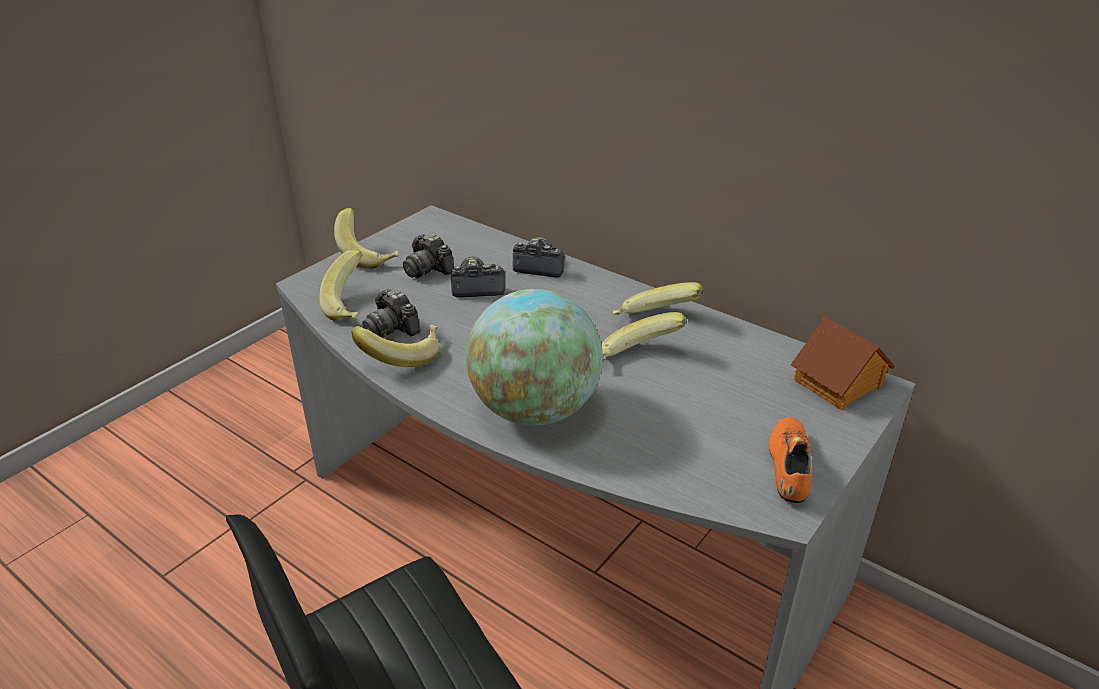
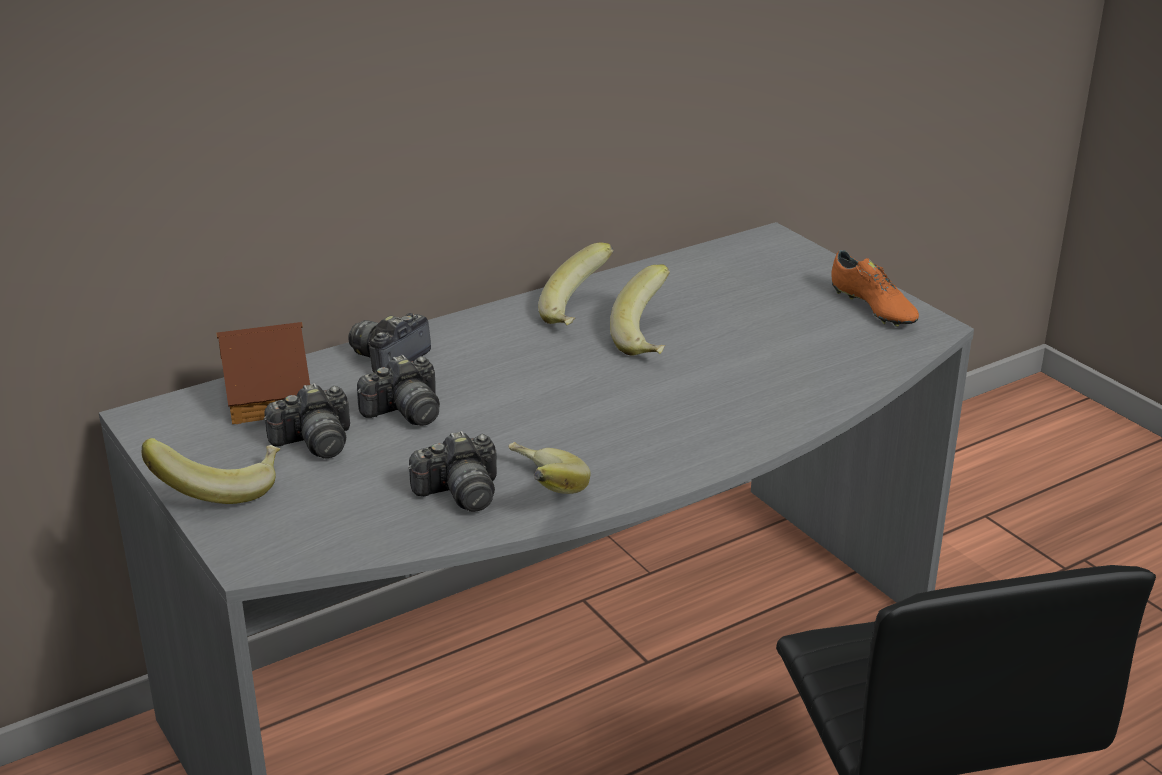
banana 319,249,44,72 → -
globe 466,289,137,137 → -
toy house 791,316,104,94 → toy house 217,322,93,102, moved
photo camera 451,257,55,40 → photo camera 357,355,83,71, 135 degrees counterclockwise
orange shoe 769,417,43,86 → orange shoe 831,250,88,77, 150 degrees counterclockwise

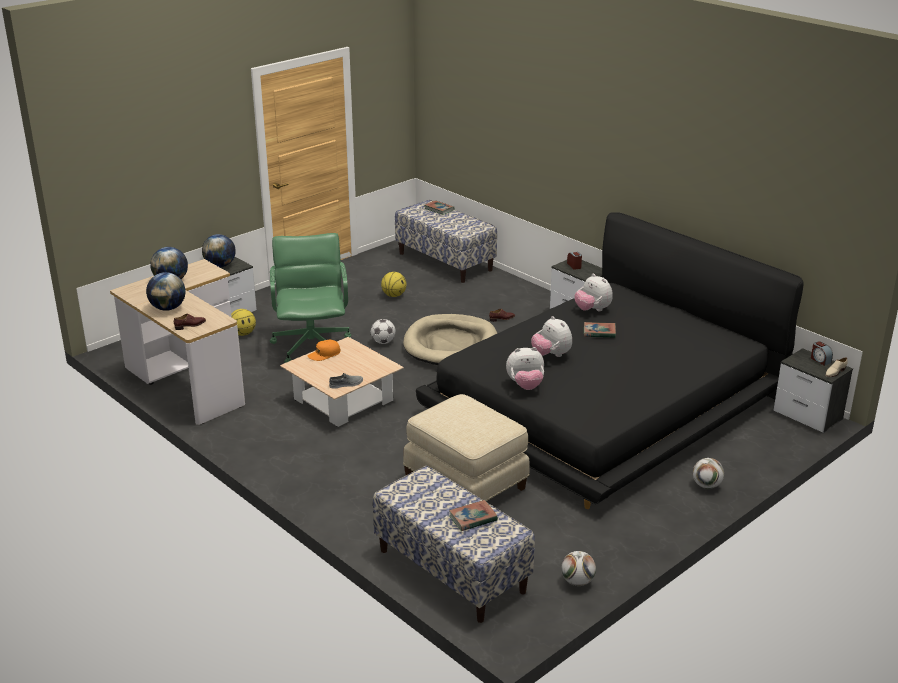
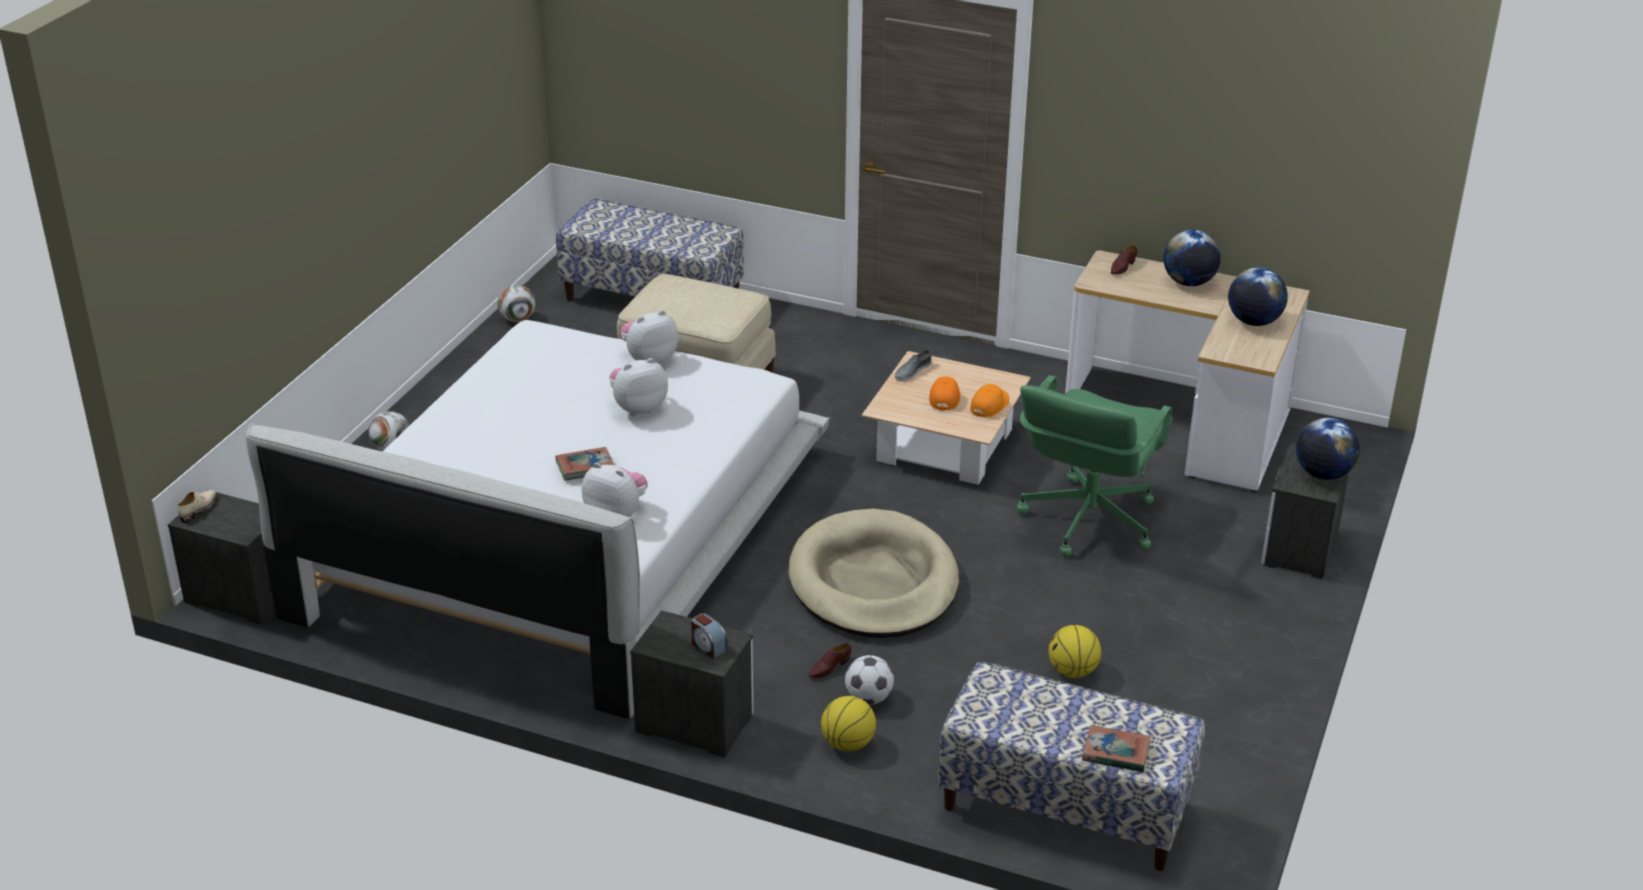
book 449,500,49,31 → -
alarm clock 811,341,22,25 → -
- → orange cap 929,376,31,35
basketball 231,309,25,27 → basketball 821,696,55,55, moved
football 371,319,25,25 → football 845,655,49,50, moved
black bed 416,212,388,297 → white bed 246,320,584,399
green office chair 270,233,81,130 → green office chair 1017,375,155,182, 60 degrees clockwise
plush toy 531,316,41,41 → plush toy 609,358,59,58, 60 degrees counterclockwise

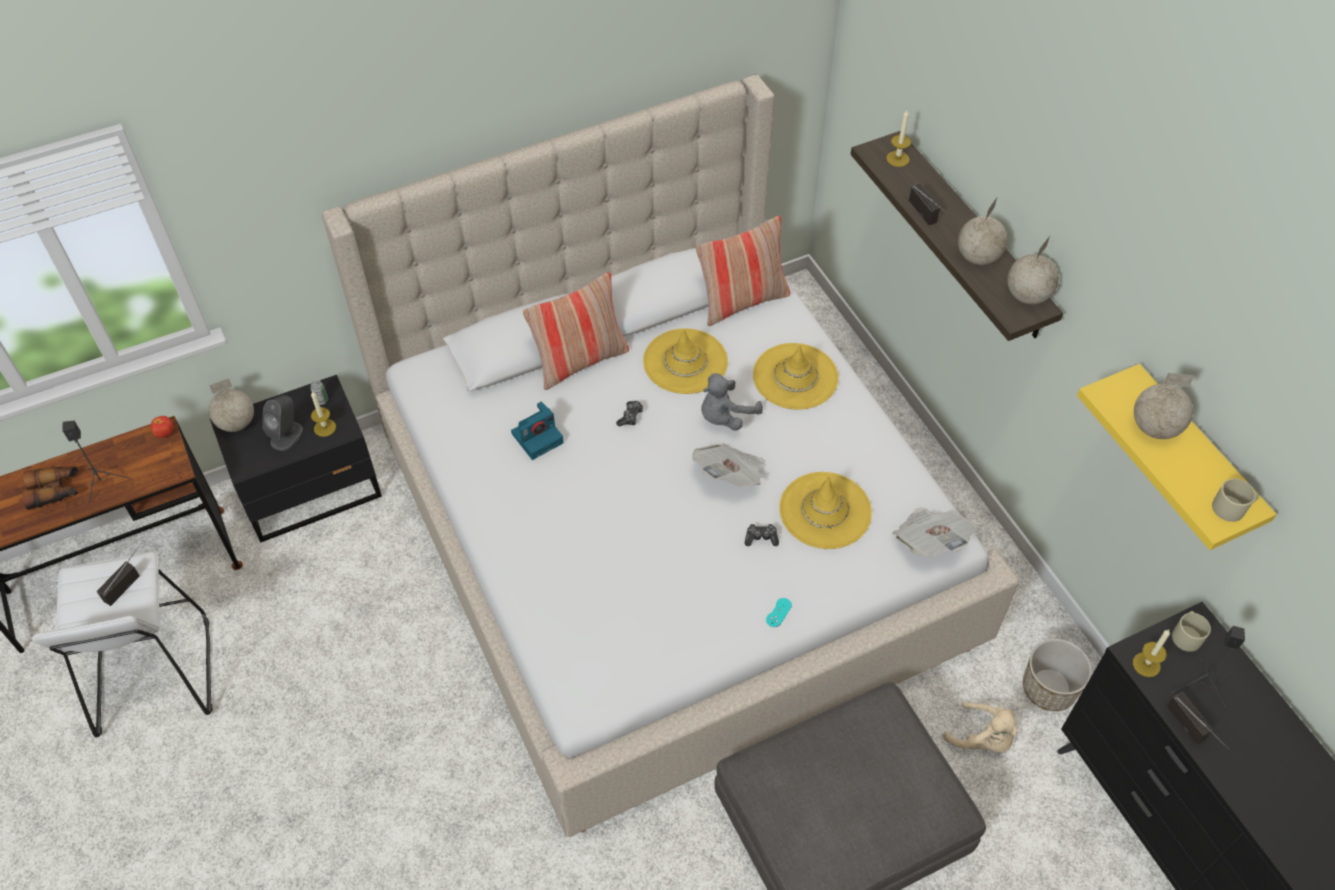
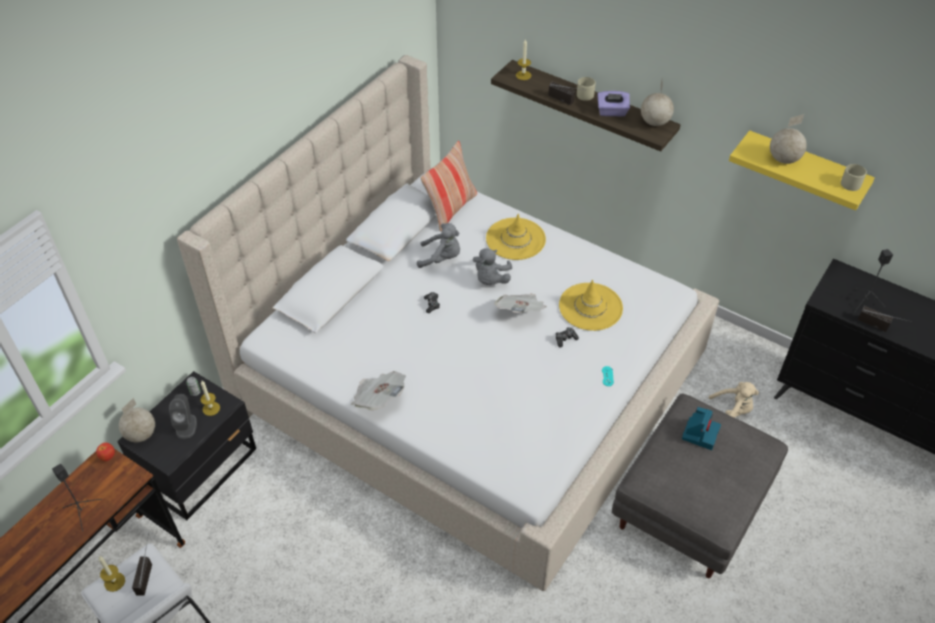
binoculars 23,467,55,43 → -
pillow 523,272,106,118 → -
planter 1023,639,69,72 → -
photo camera 511,402,53,58 → photo camera 682,407,39,43, moved
newspaper 892,507,85,50 → newspaper 351,371,55,39, moved
candle 1133,630,37,47 → candle 98,556,27,36, moved
beige mug 1172,611,39,41 → beige mug 577,77,19,24, moved
yellow hat 643,328,85,66 → grey plush toy 417,223,43,45
globe 958,198,50,67 → purple tissue box 597,91,33,25

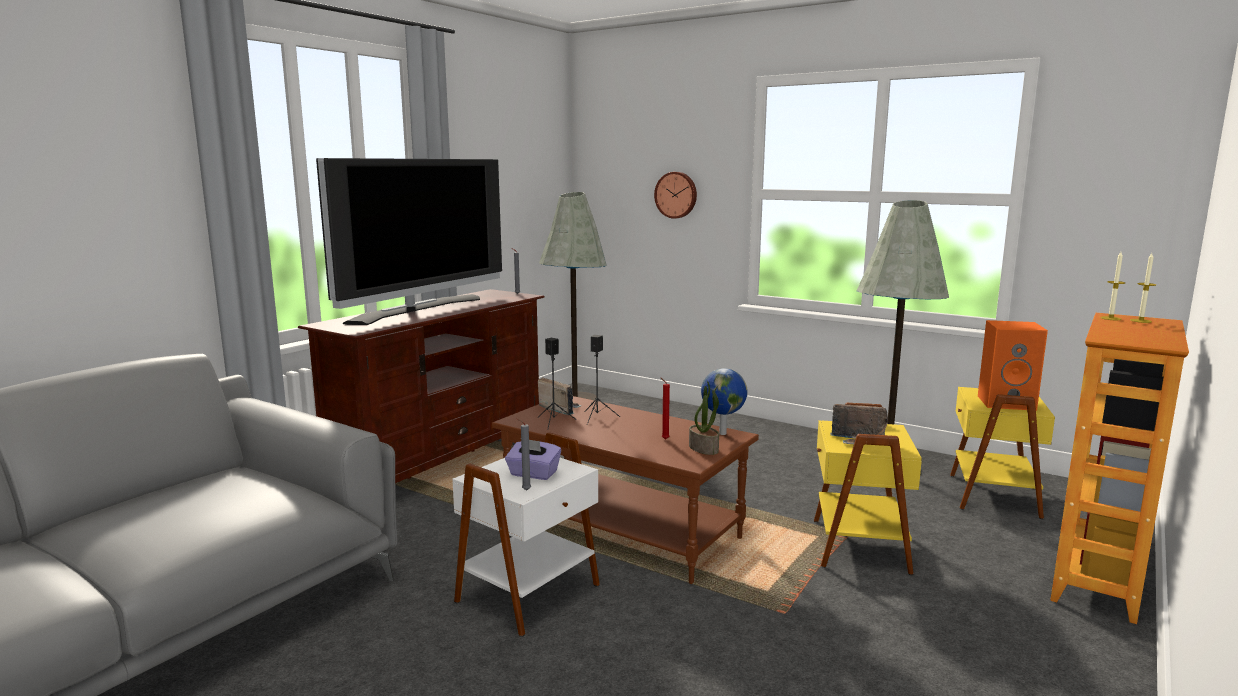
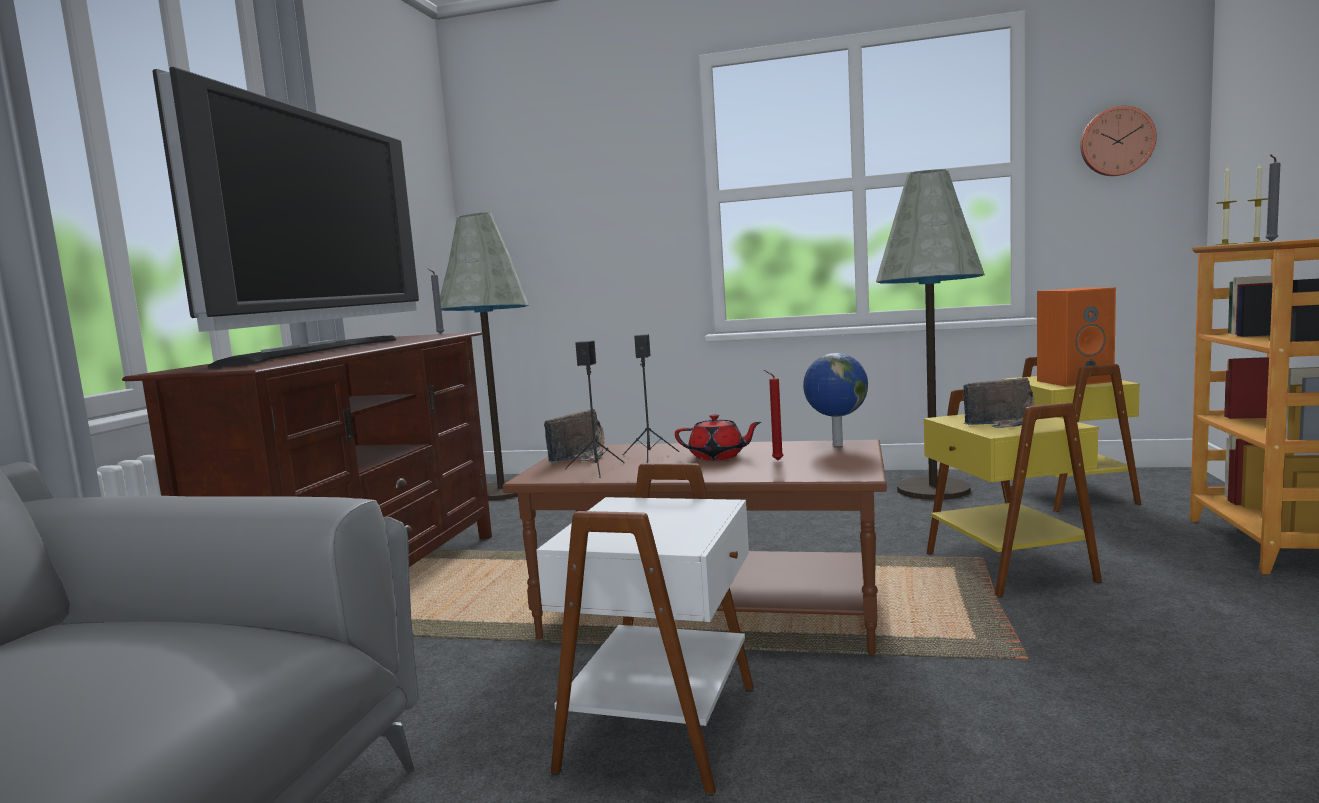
purple tissue box 505,440,56,40 → -
potted plant 689,381,31,74 → -
- → red teapot 675,414,87,46
grey candle 516,418,15,73 → grey candle 1265,154,16,88, moved
wall clock 654,172,43,47 → wall clock 1080,106,77,70, moved
radio 538,377,44,38 → radio 544,409,61,54, 105 degrees clockwise

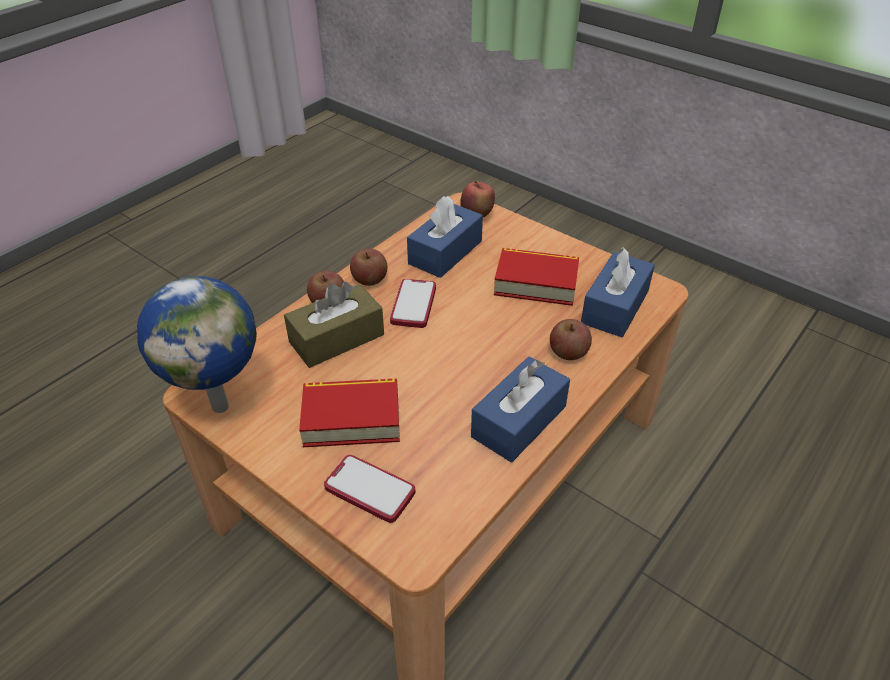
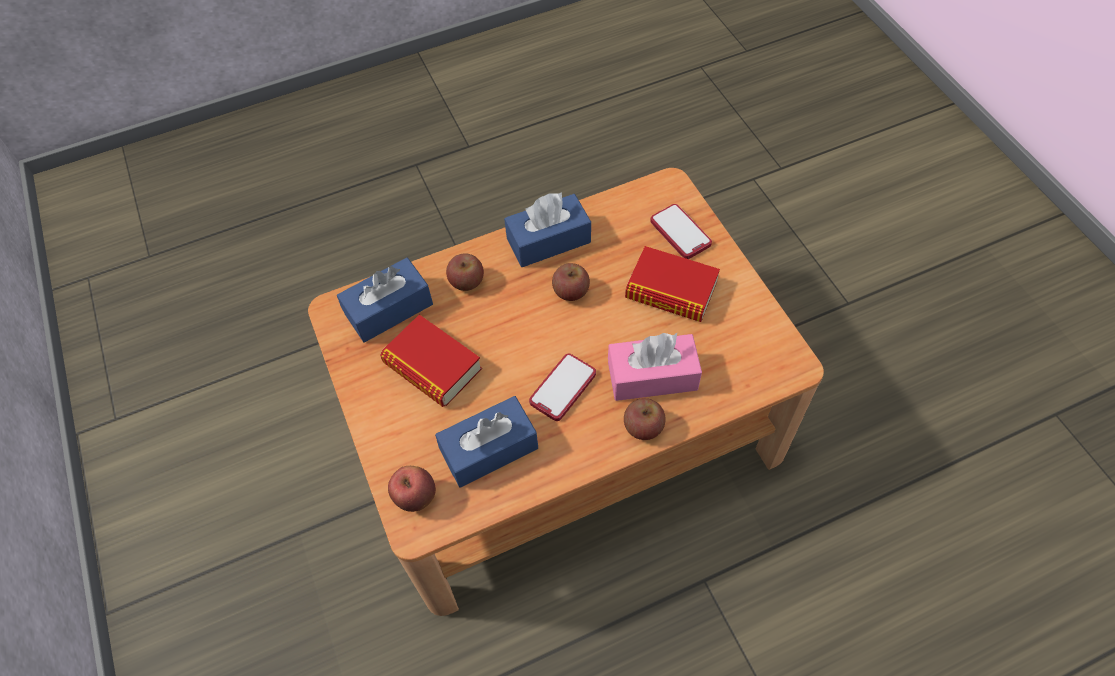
globe 137,276,120,137 → -
apple 350,249,37,37 → apple 552,263,38,38, moved
brown tissue box 284,282,100,86 → pink tissue box 608,333,94,68

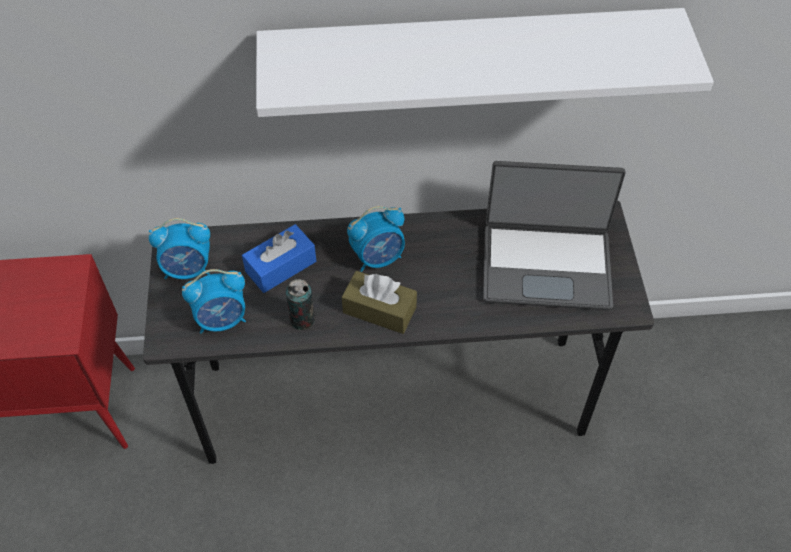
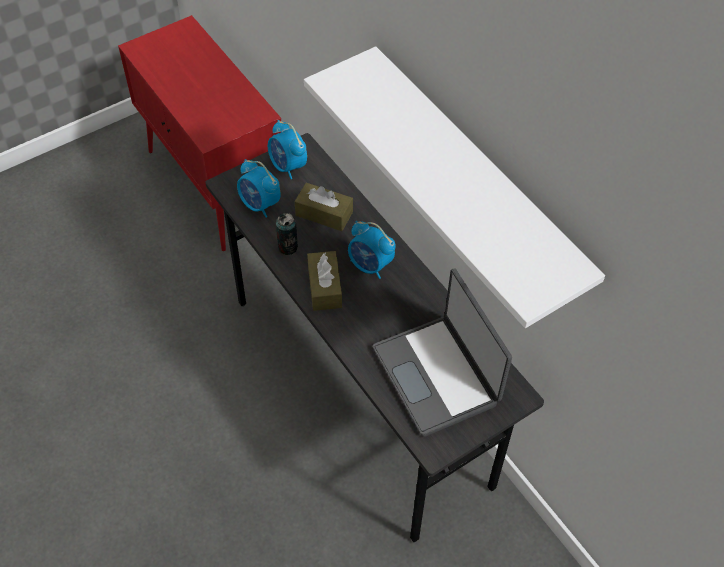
blue tissue box 242,224,74,69 → brown tissue box 295,183,58,48

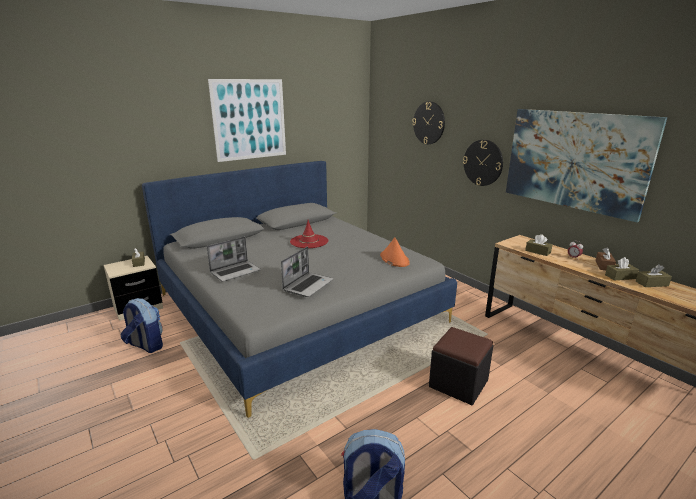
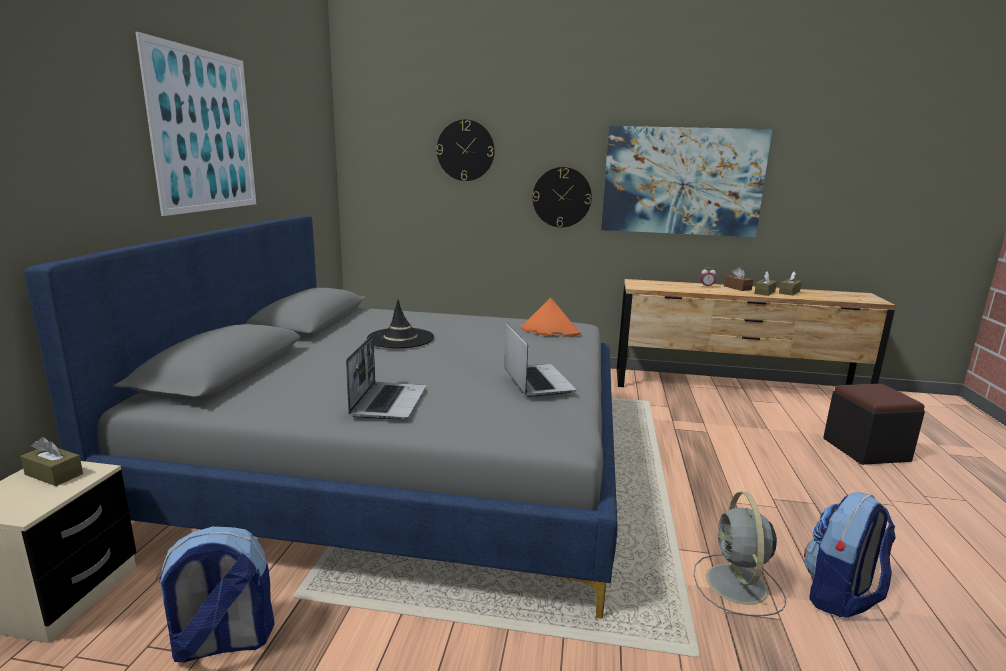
brown tissue box 525,234,28,22 → -
- → grey fan 694,492,92,124
black ottoman 429,327,64,78 → black ottoman 823,384,102,81, moved
red hat 290,220,38,28 → black hat 367,299,67,49

